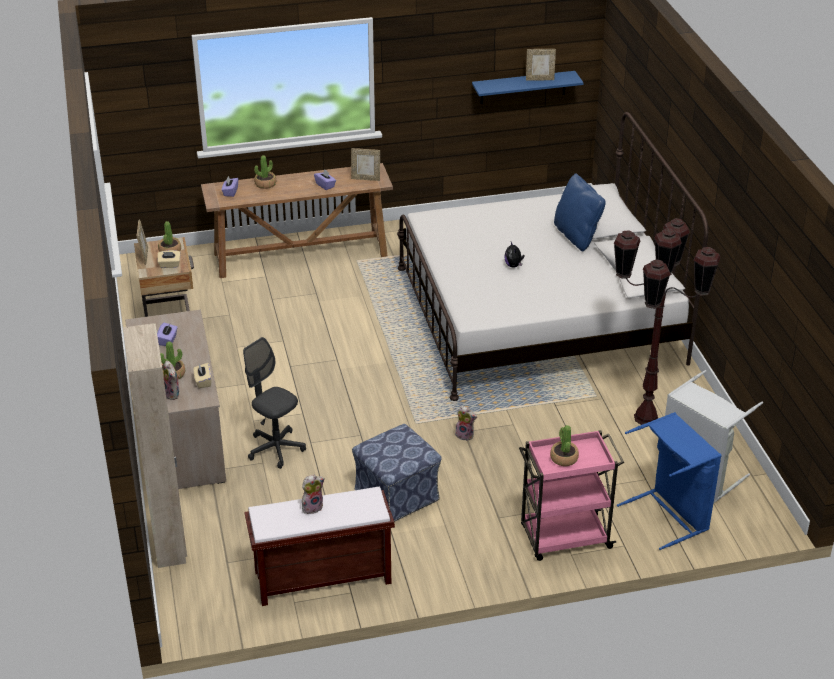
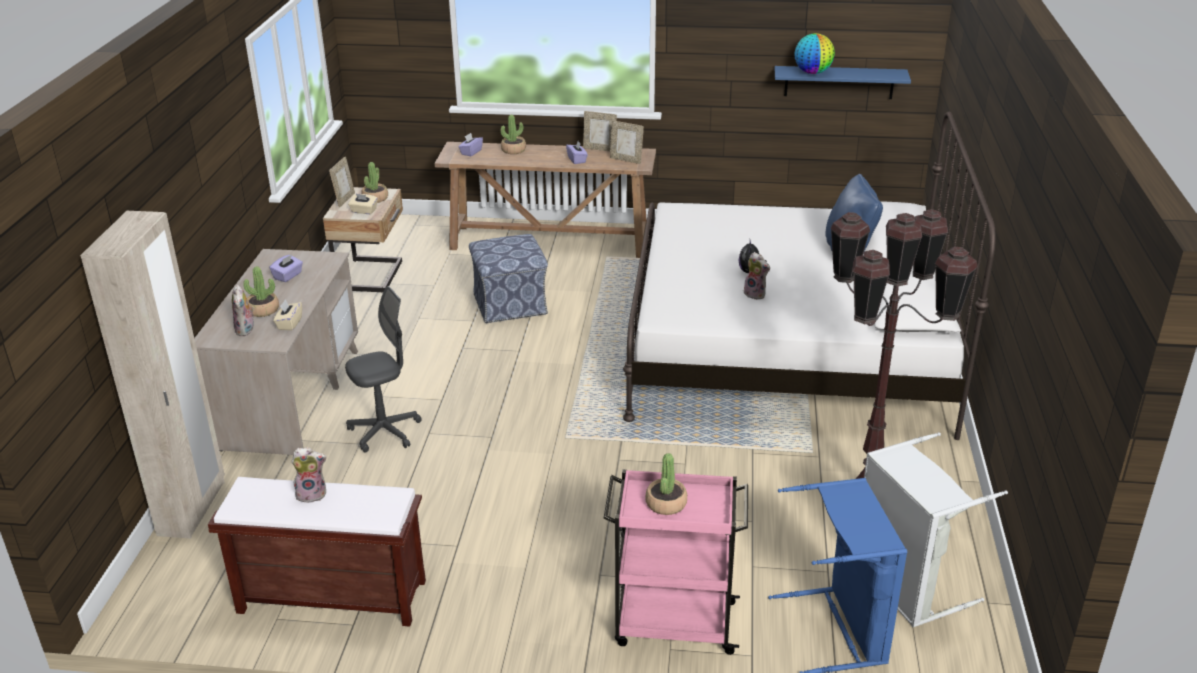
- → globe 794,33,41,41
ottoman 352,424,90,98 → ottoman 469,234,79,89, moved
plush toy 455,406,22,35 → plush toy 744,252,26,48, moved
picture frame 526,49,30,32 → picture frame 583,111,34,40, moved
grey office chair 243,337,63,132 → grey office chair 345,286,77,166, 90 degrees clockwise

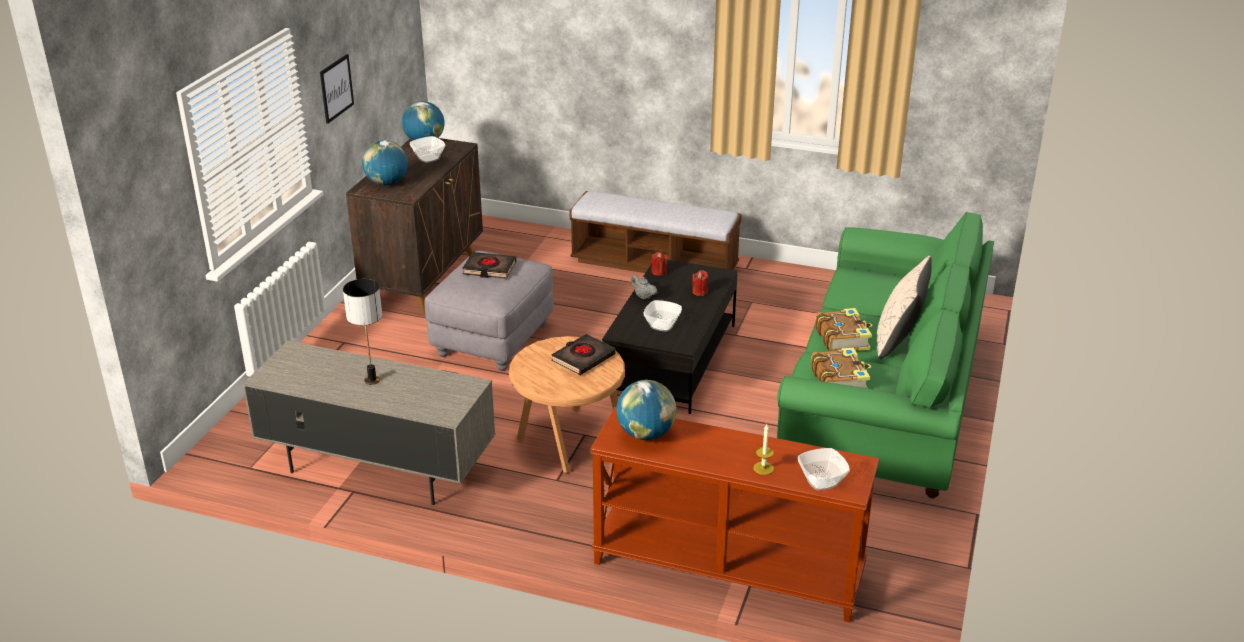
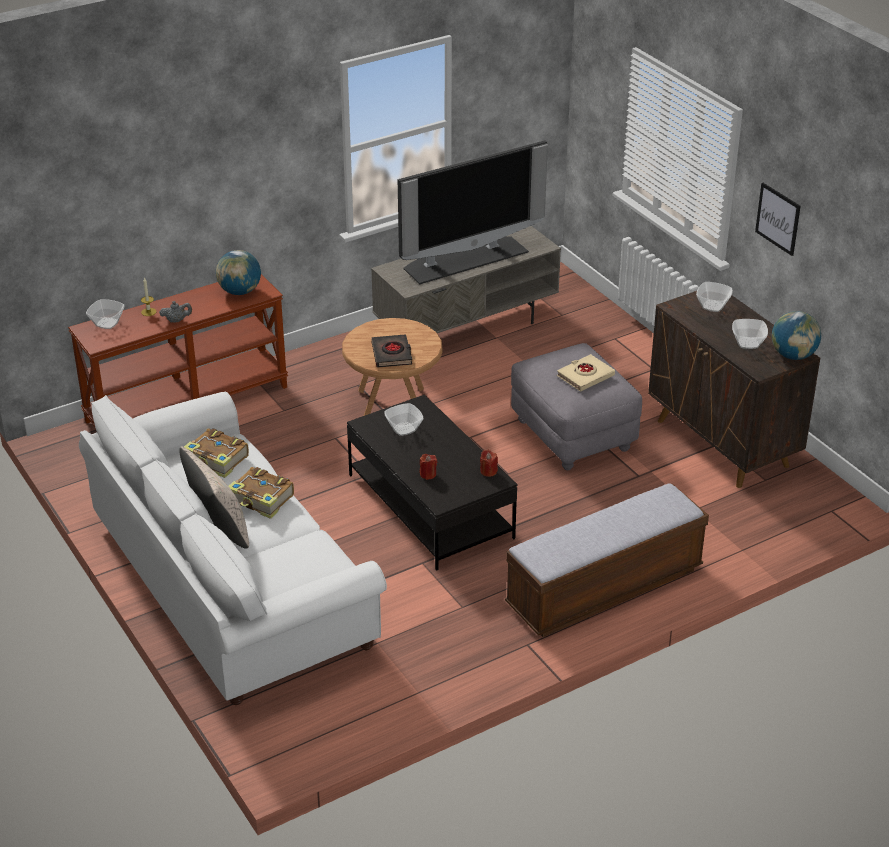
grey teapot 631,275,26,24 → grey teapot 159,301,33,22, moved
table lamp 343,279,39,106 → television 398,140,150,144
globe 362,140,46,46 → bowl 696,282,37,30
black book 462,252,54,26 → beige book 557,354,58,38
green sofa 777,212,217,287 → white sofa 79,391,308,314

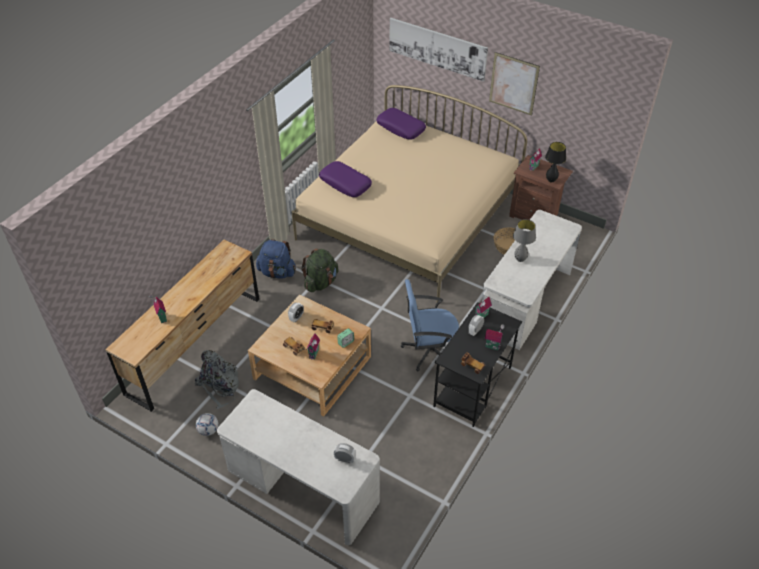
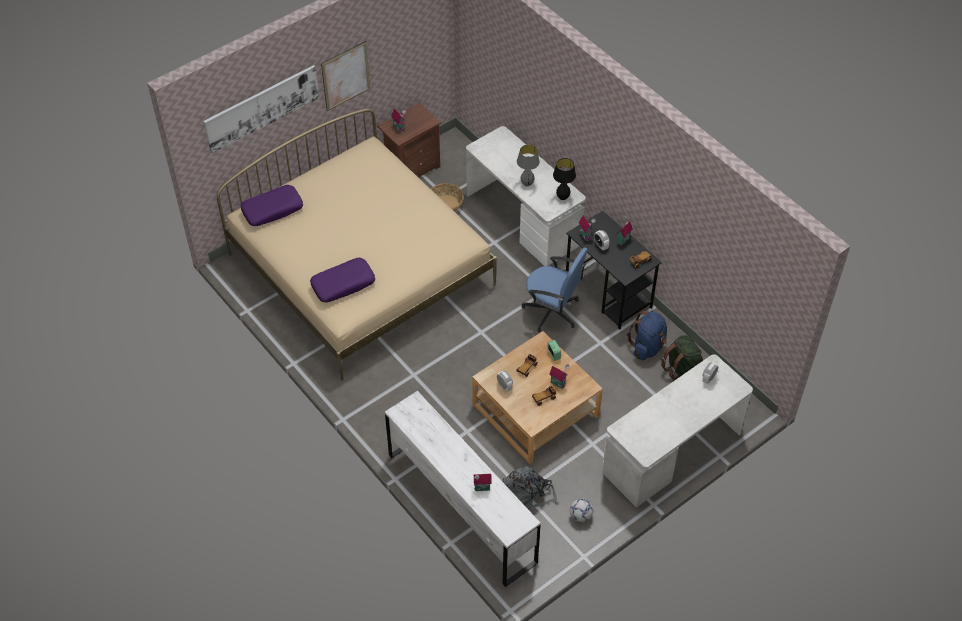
blue backpack 256,239,40,40 → blue backpack 627,311,40,49, moved
green backpack 301,249,38,43 → green backpack 661,335,42,46, moved
black table lamp 545,142,21,41 → black table lamp 553,158,23,42, moved
brown dresser 106,240,153,172 → white dresser 385,391,156,196
blue office chair 401,279,58,93 → blue office chair 521,247,67,85, 75 degrees counterclockwise

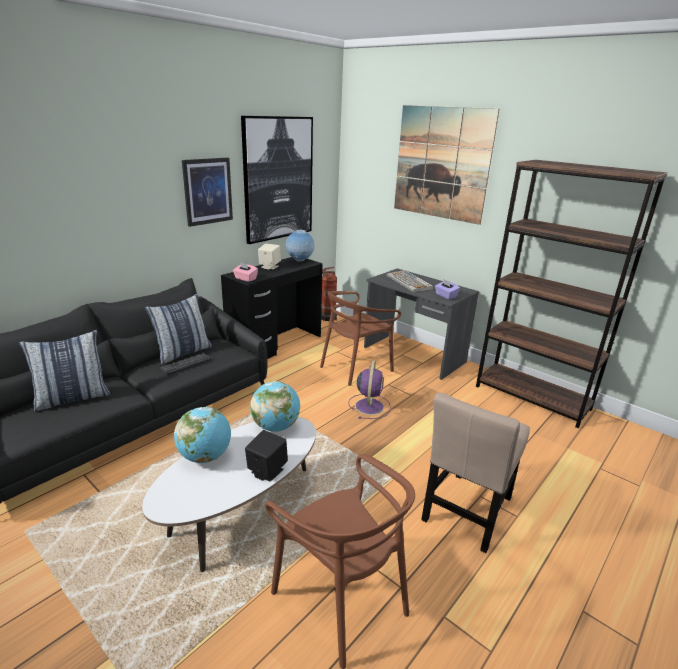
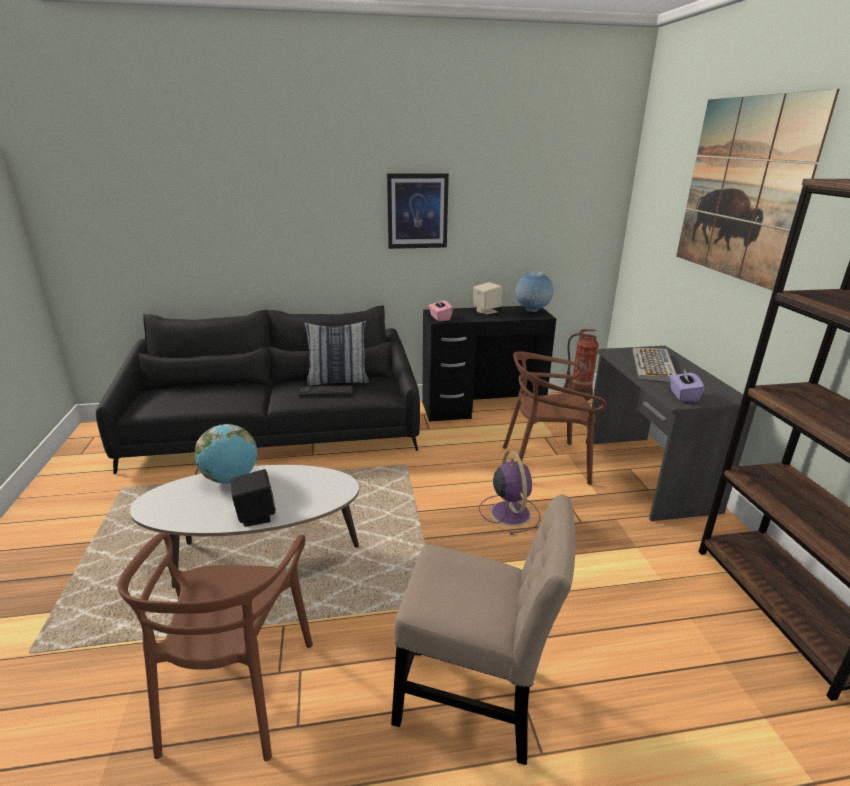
pillow 19,330,91,81 → -
picture 241,116,72,128 → -
globe 250,381,50,51 → -
purple fan 349,360,42,59 → purple fan 479,450,61,85, 60 degrees counterclockwise
beige chair 421,393,109,160 → beige chair 391,494,185,271, 150 degrees counterclockwise

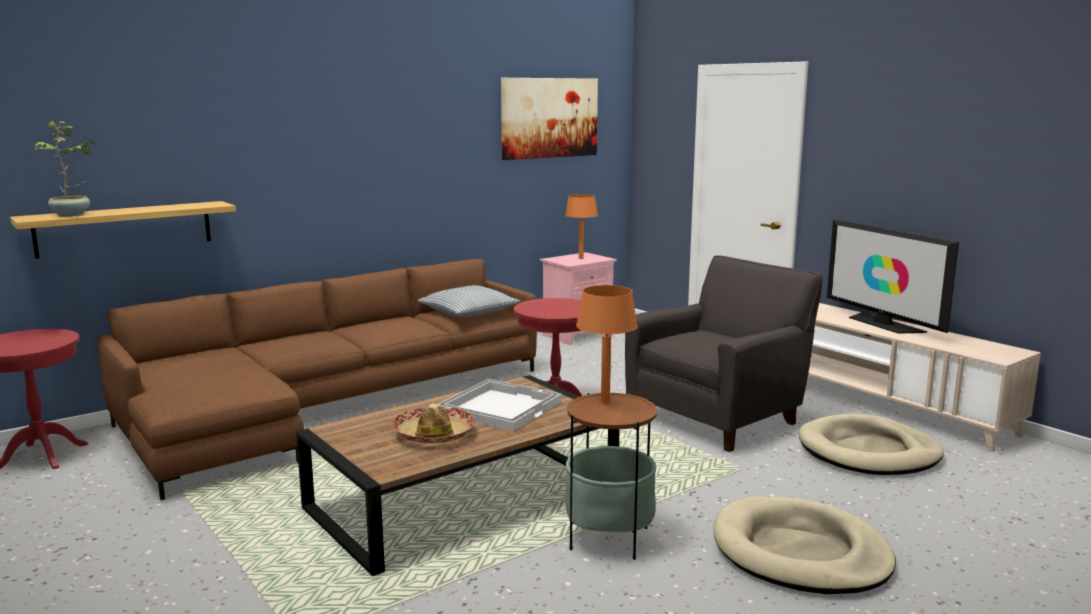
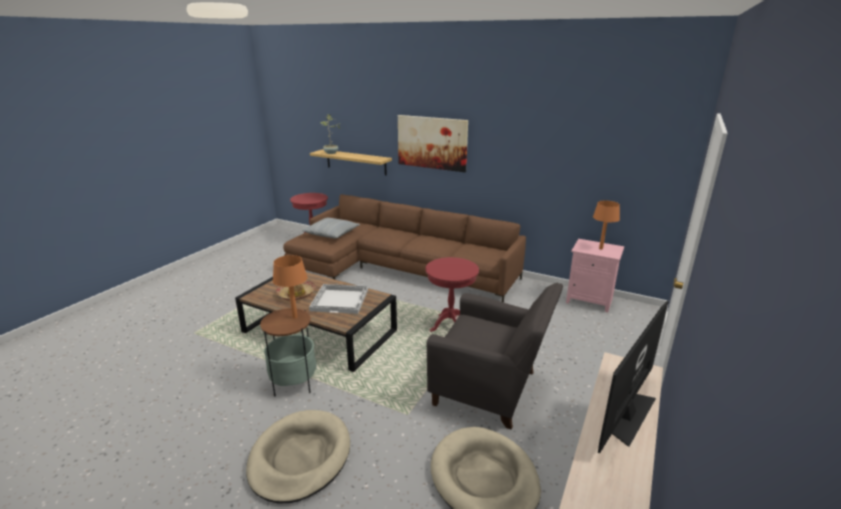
pillow 418,285,102,33 → pillow 302,218,58,20, moved
picture 501,78,97,82 → picture 398,115,70,57, moved

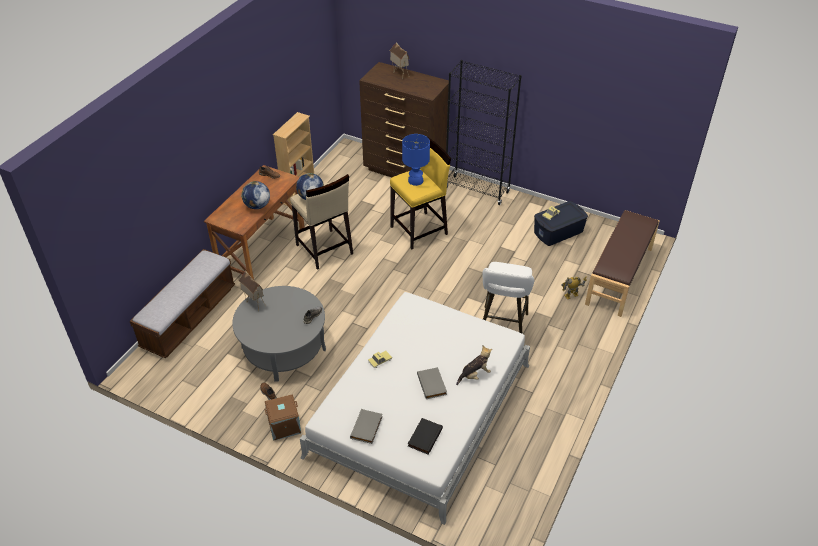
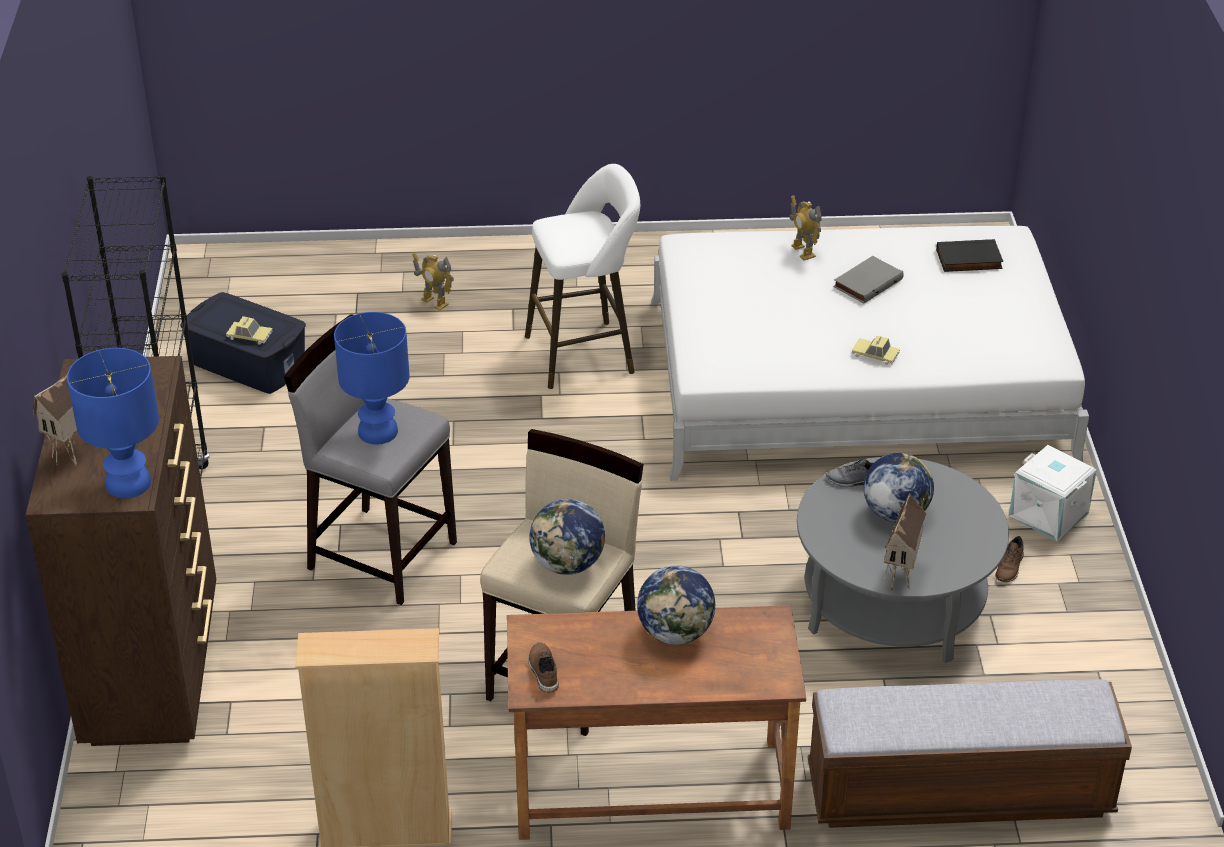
grey book 350,409,32,35 → -
brown bench 585,210,75,107 → -
- → blue table lamp 67,348,92,150
- → globe 863,453,71,69
plush toy 456,346,36,39 → toy robot 790,195,31,65
brown storage box 265,394,36,47 → white storage box 1009,445,88,96
yellow stool 390,136,61,114 → grey stool 284,314,173,291

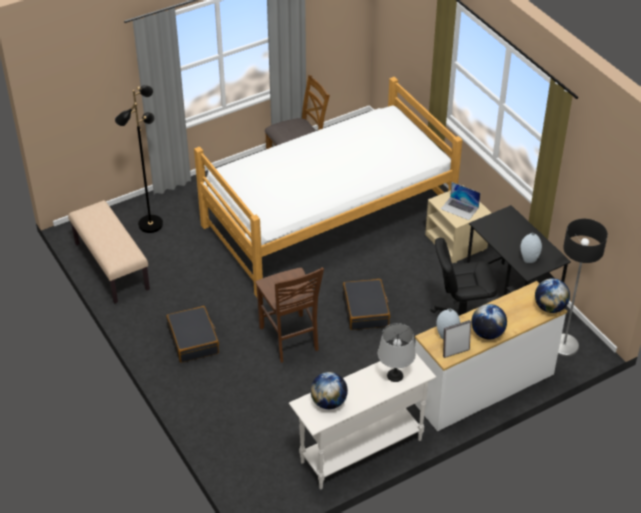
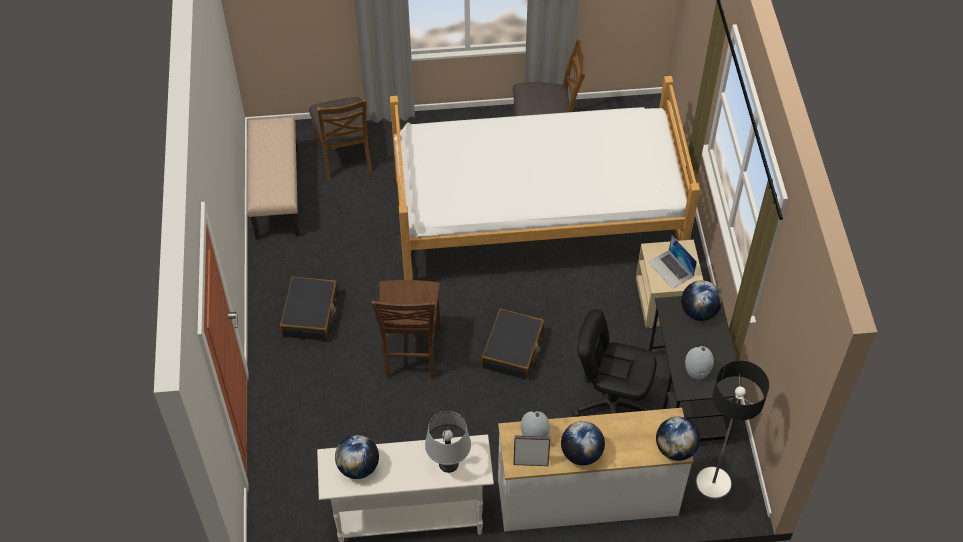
- → globe 681,280,41,41
black floor lamp 115,85,48,148 → brown chair 309,97,63,84

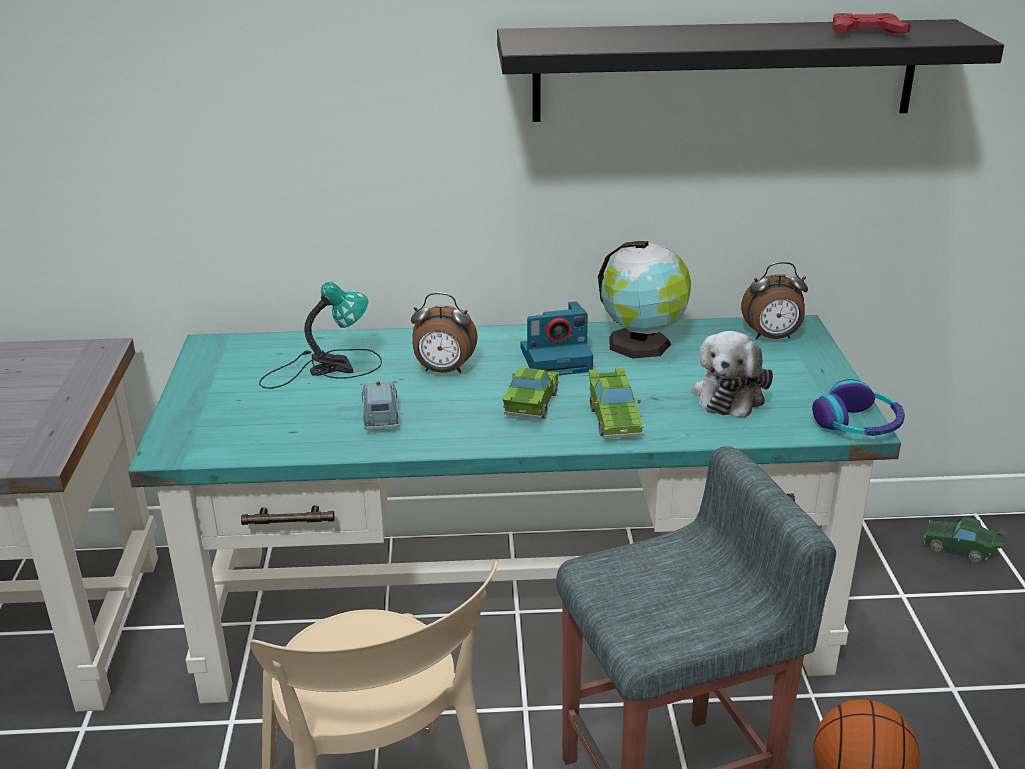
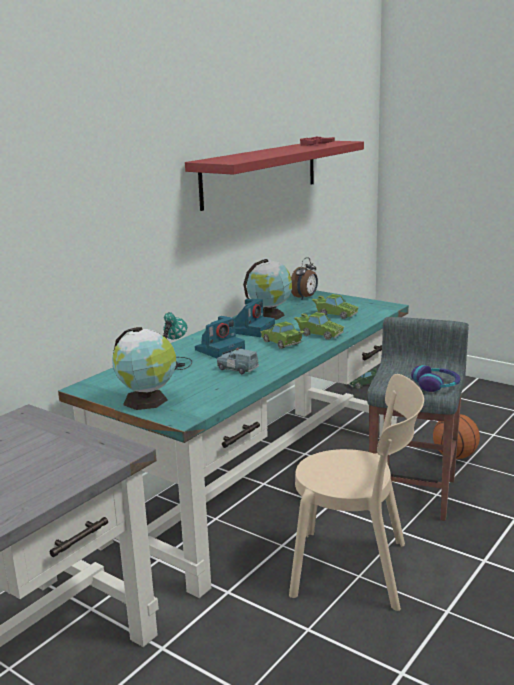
- → globe 112,327,64,83
headphones 812,379,93,57 → headphones 411,365,49,27, moved
alarm clock 411,293,67,80 → photo camera 195,316,50,42
plush toy 692,331,81,87 → green toy car 312,294,47,25
black shelf 497,19,507,103 → red shelf 185,141,179,70

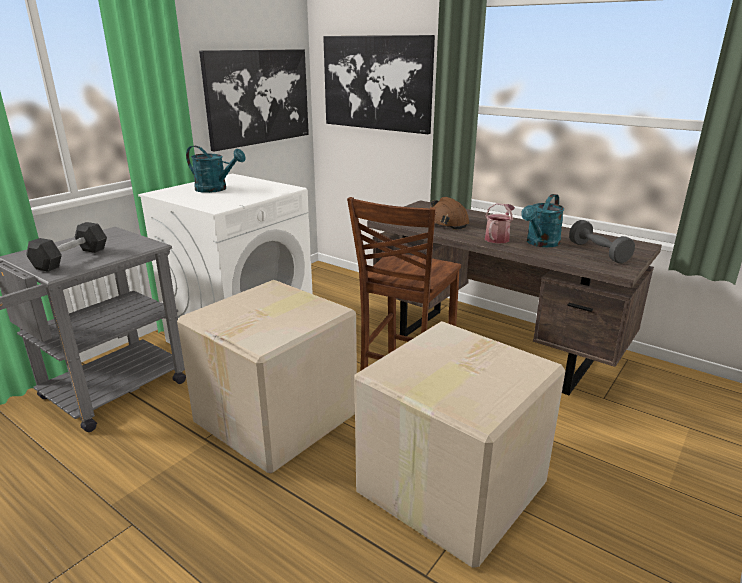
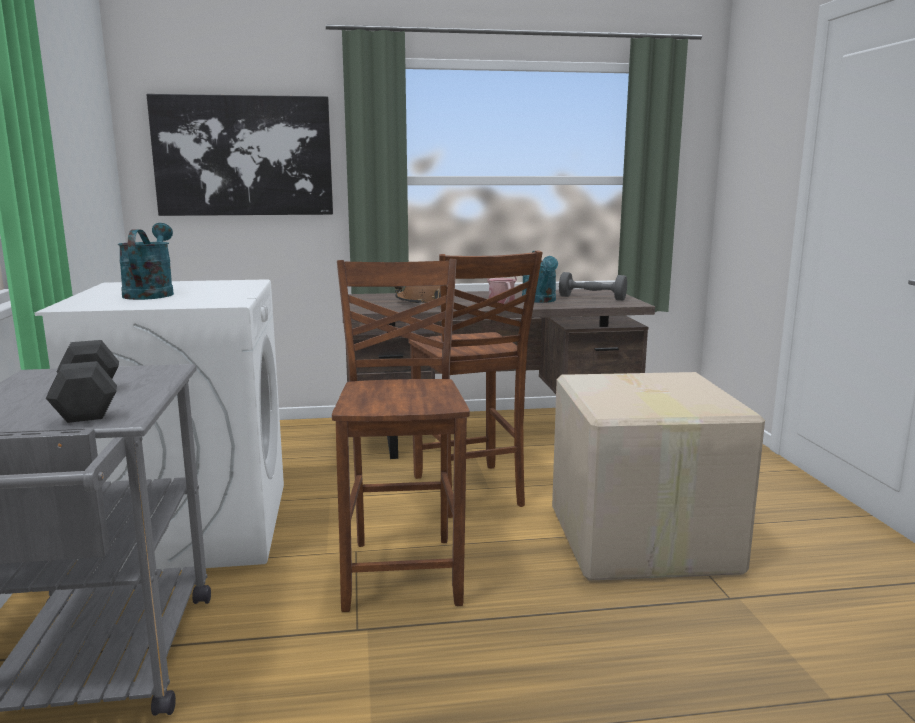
picture 199,49,110,102 → -
cardboard box 177,280,180,194 → brown chair 332,259,138,353
turquoise watering can 186,146,60,47 → turquoise watering can 118,223,56,77, 75 degrees counterclockwise

